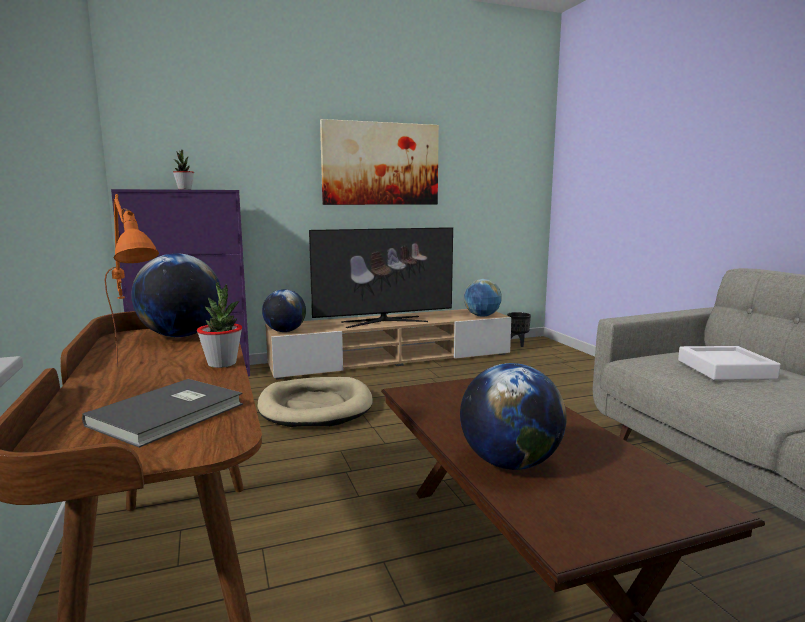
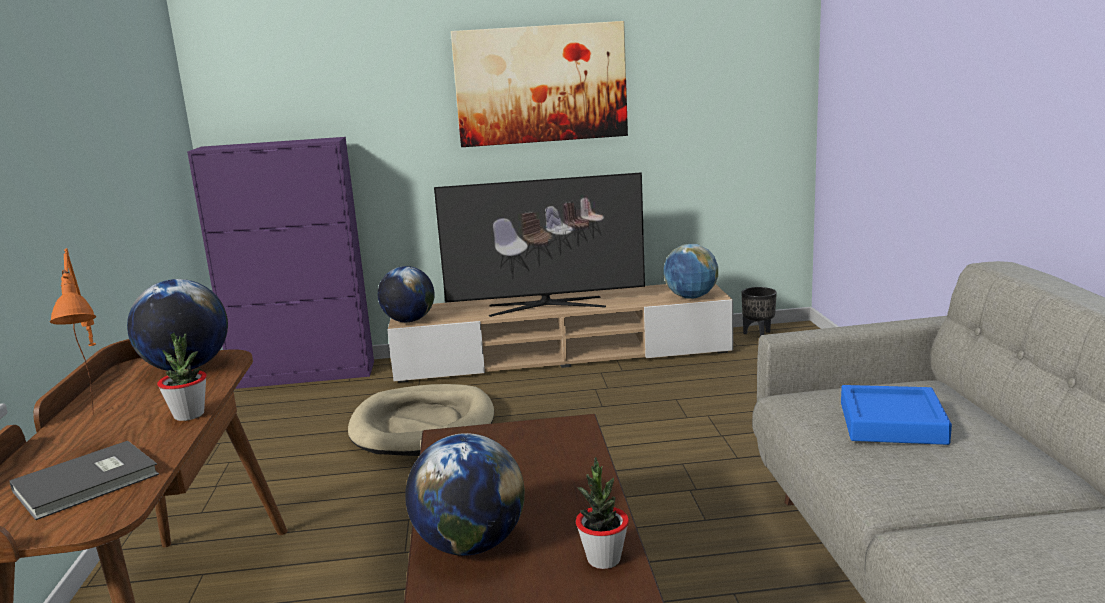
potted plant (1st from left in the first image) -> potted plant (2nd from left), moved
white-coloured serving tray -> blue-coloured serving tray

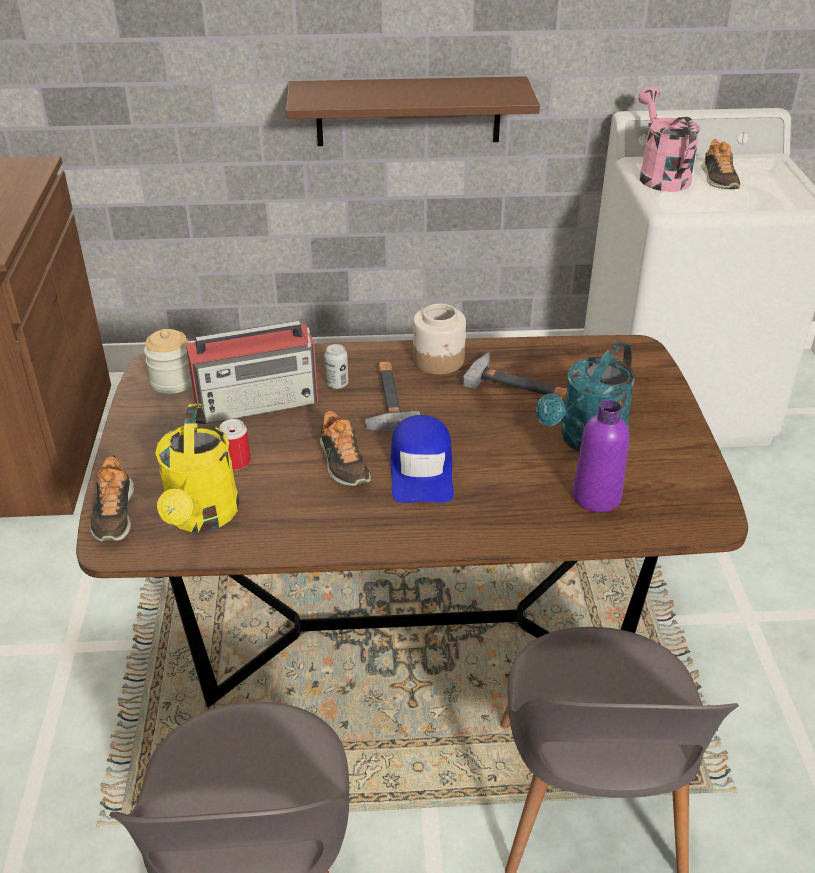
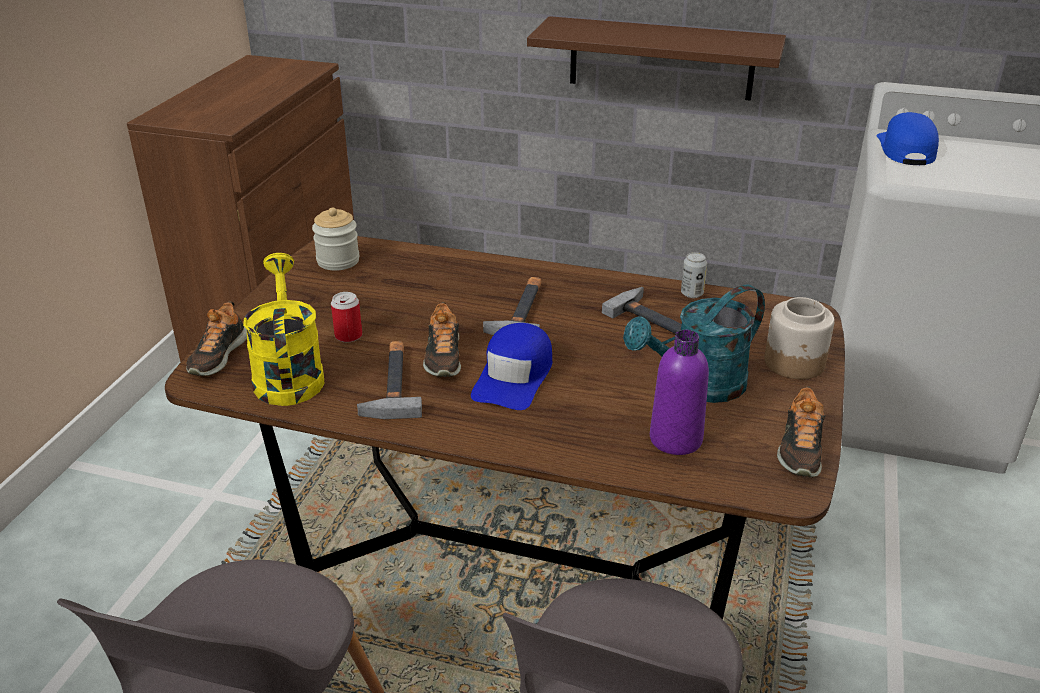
pinkish watering pot -> blue-coloured peaked cap (2nd from left)
item of footwear (3rd from left), moved
storage jar (2nd from left), moved
radio receiver -> none
sealed can (2nd from left), moved
yellow-coloured watering pot, 150 degrees clockwise
none -> hammer (1st from left)

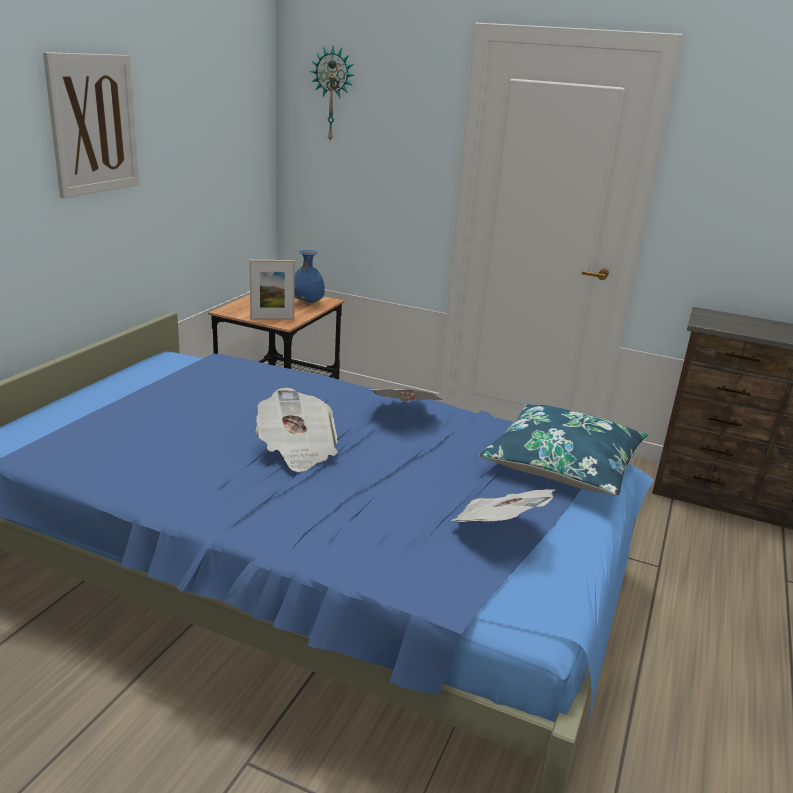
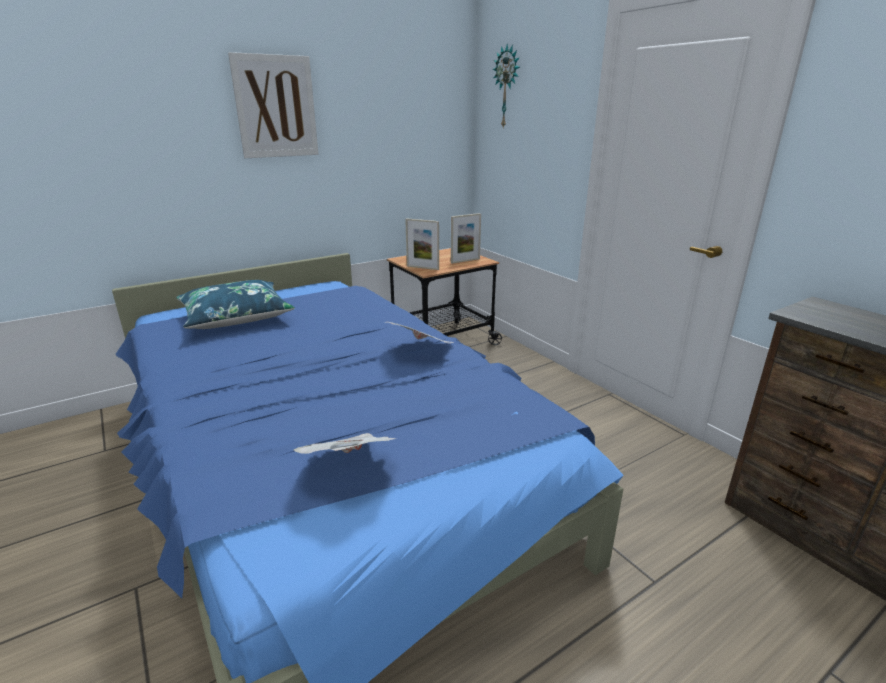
blue-coloured vase -> picture frame (2nd from left)
printed paper (1st from left) -> none
blue-coloured cushion, moved

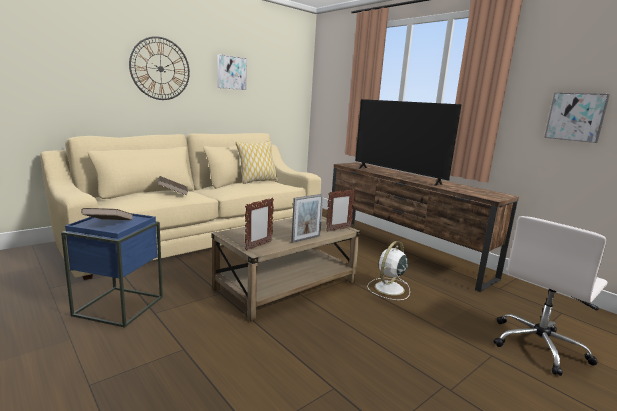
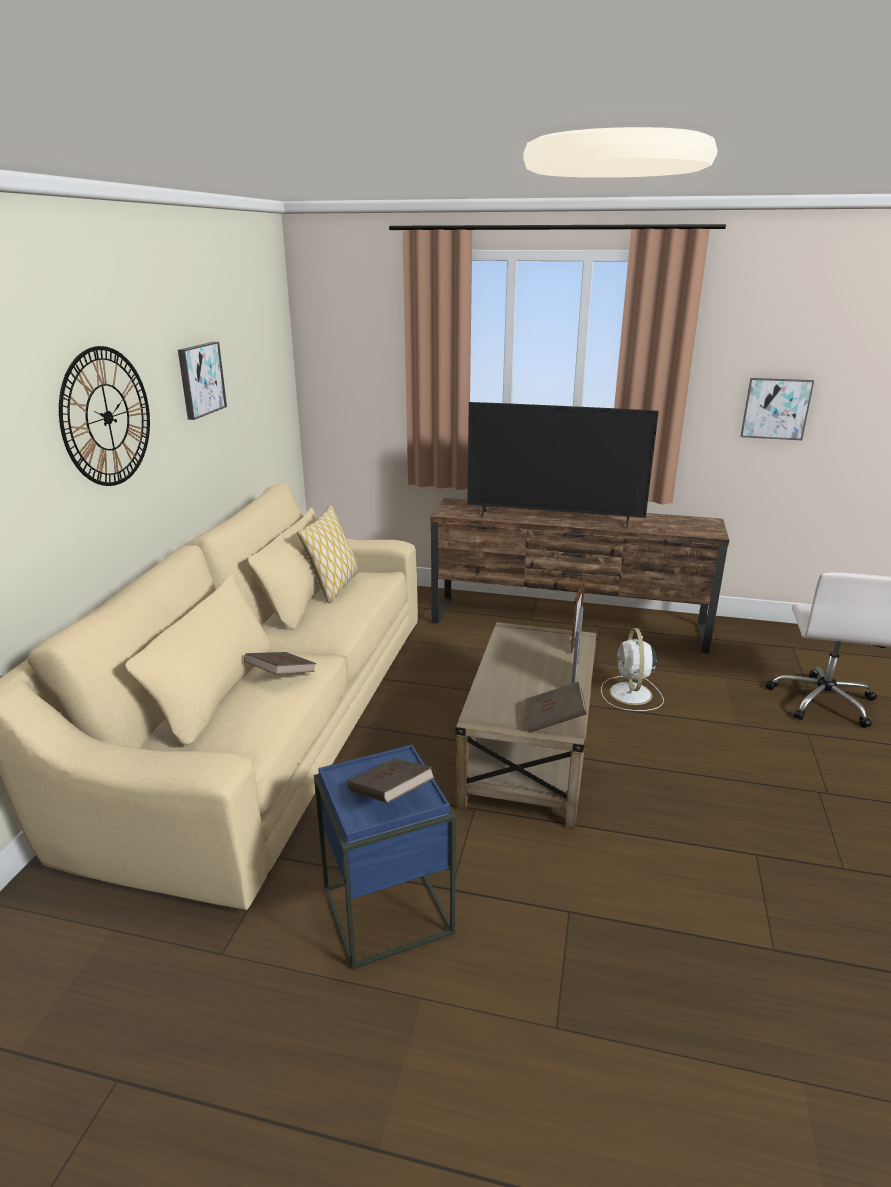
picture frame (1st from left) -> brown-coloured bound book (3rd from left)

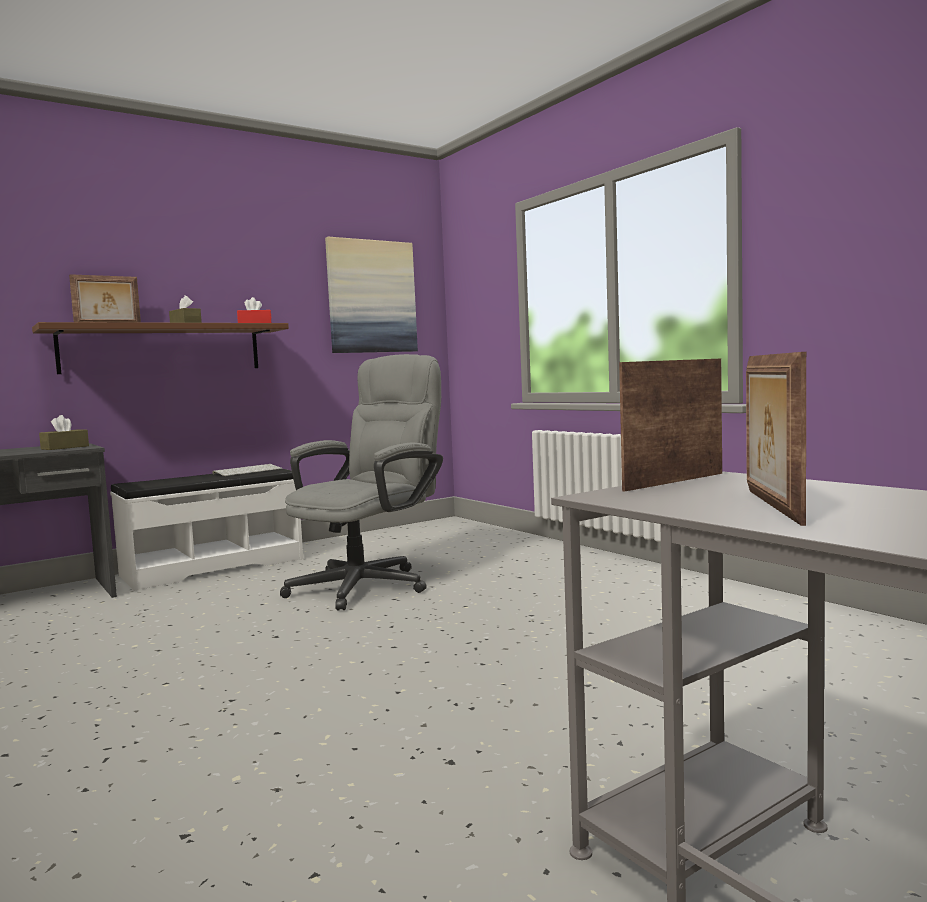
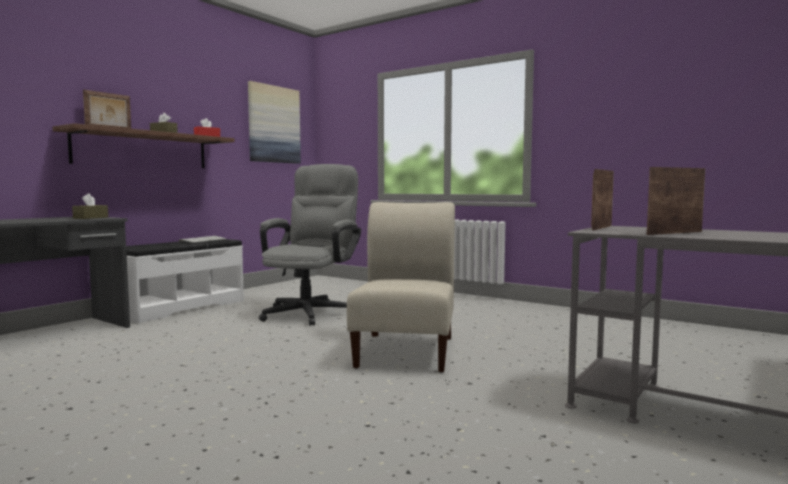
picture frame (3rd from left), 75 degrees clockwise
none -> beige-coloured chair

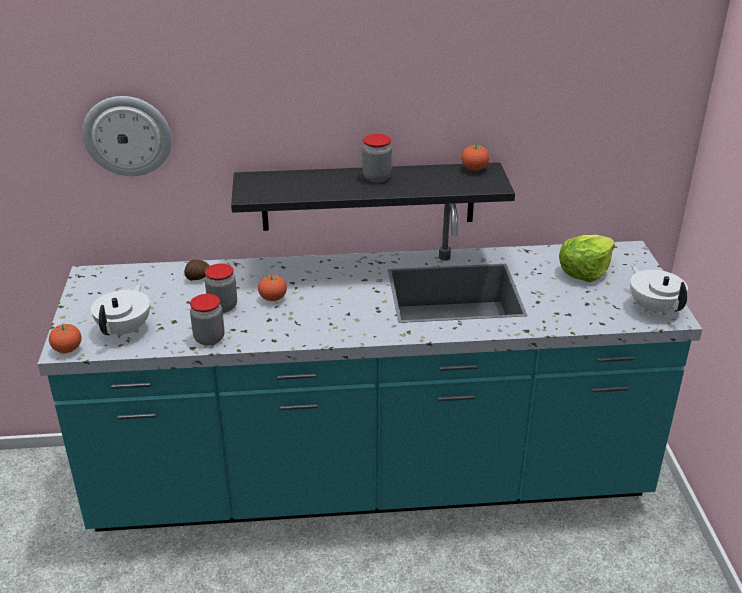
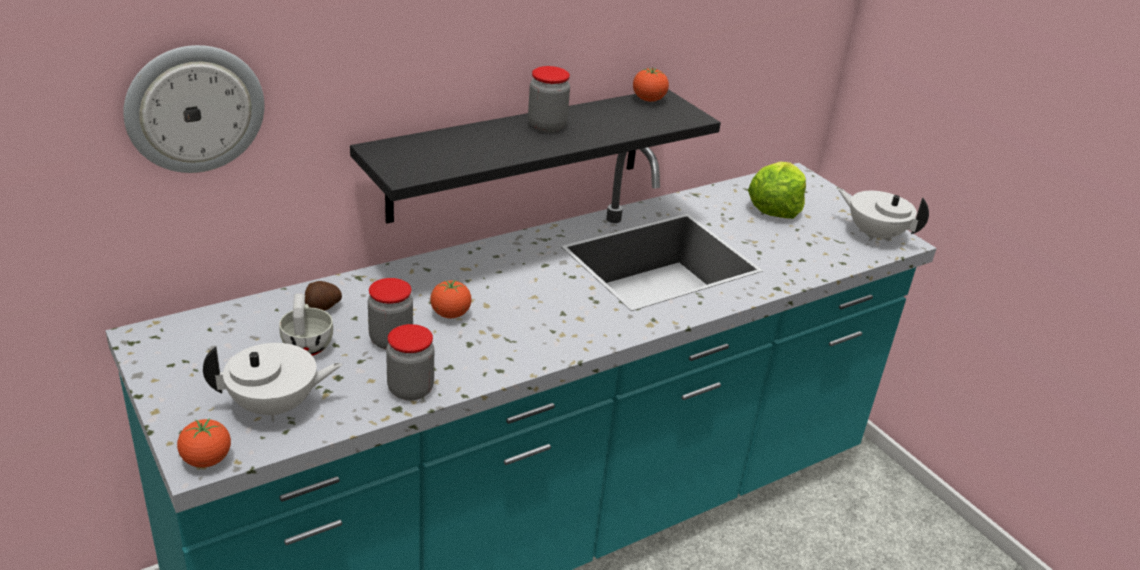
white-coloured pot for tea (1st from left), 90 degrees clockwise
none -> white-coloured small cup

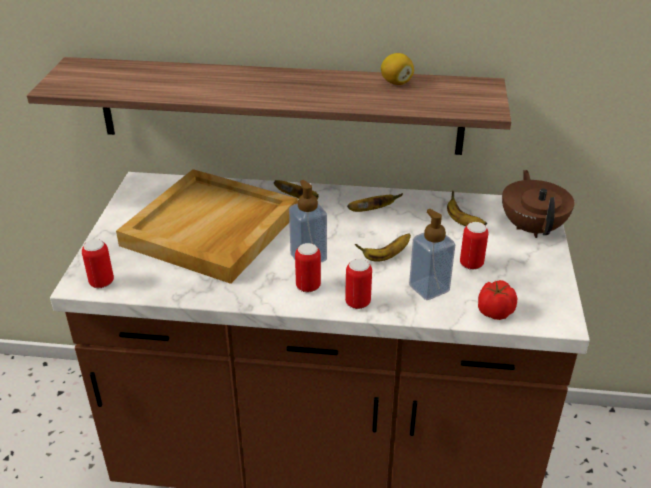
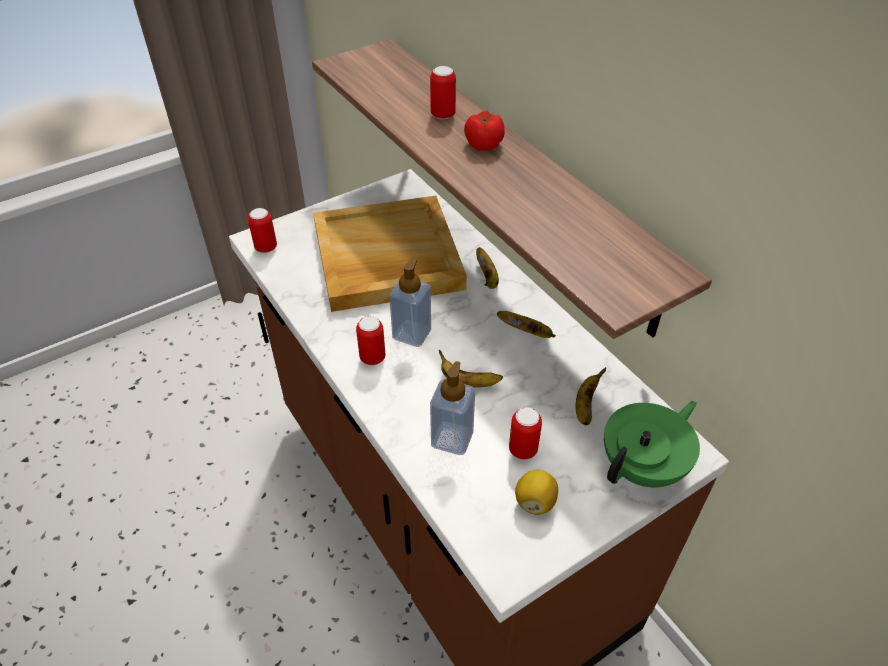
whole lemon, moved
brown-coloured pot for tea -> green-coloured pot for tea
sealed can (3rd from left), moved
tomato, moved

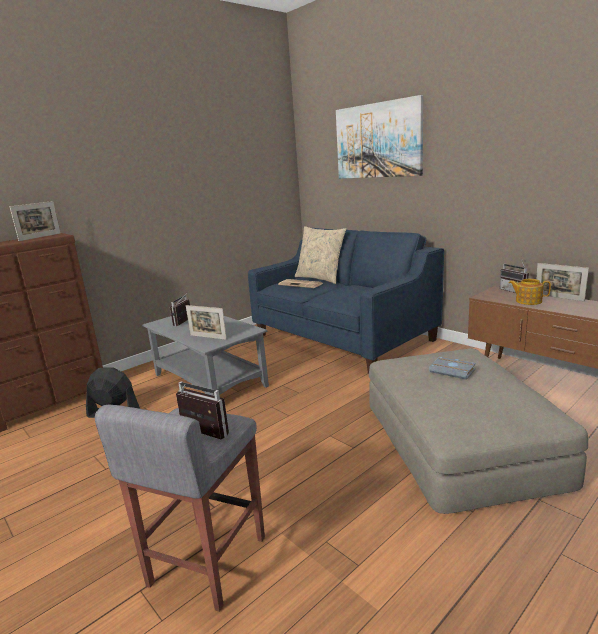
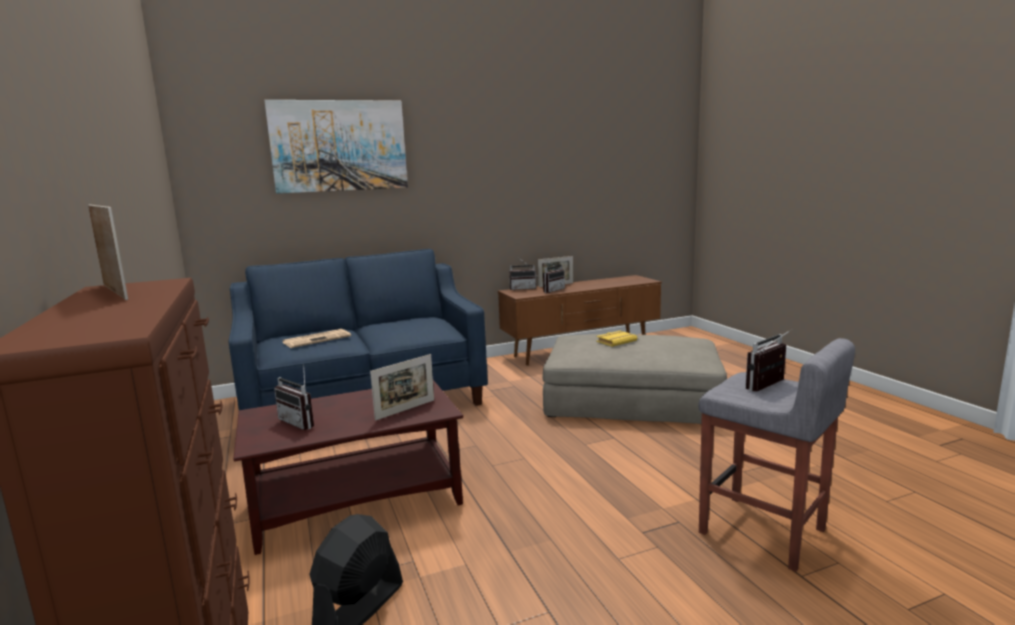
beige-coloured cushion -> none
pot for tea -> radio receiver (3rd from left)
greyish coffee table -> brown-coloured coffee table
greyish bound book -> yellow-coloured bound book

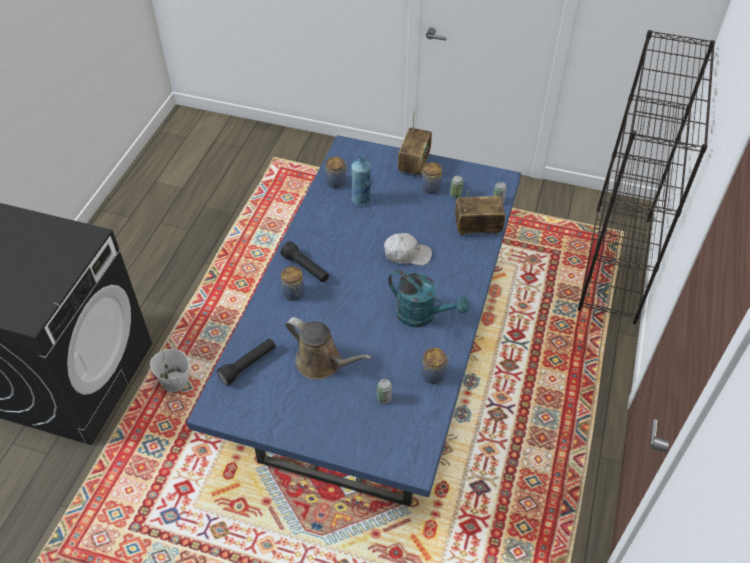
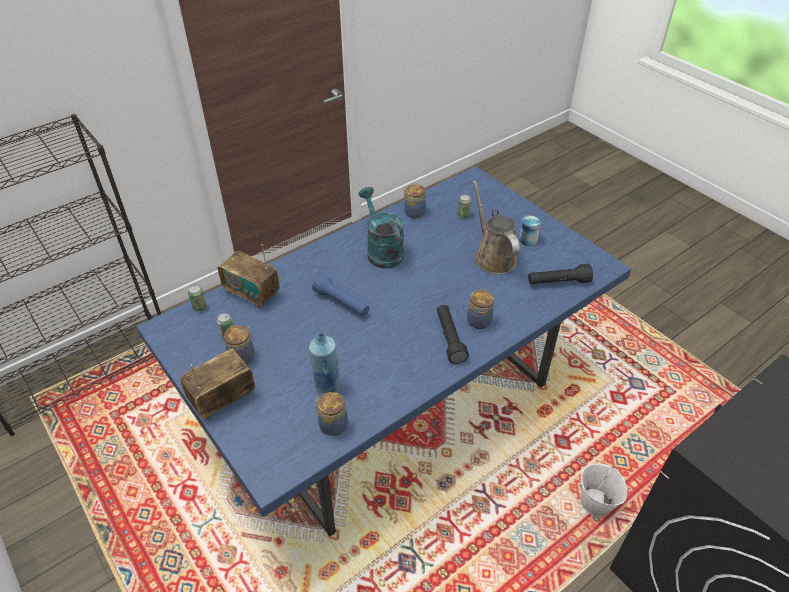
white-coloured peaked cap -> blue-coloured torch
none -> sealed can (4th from left)

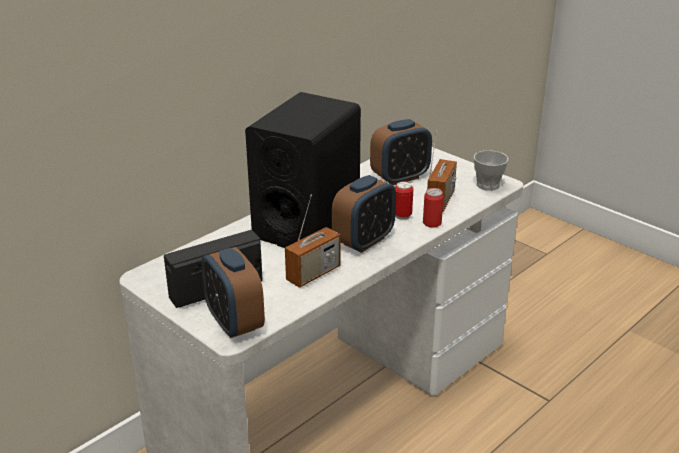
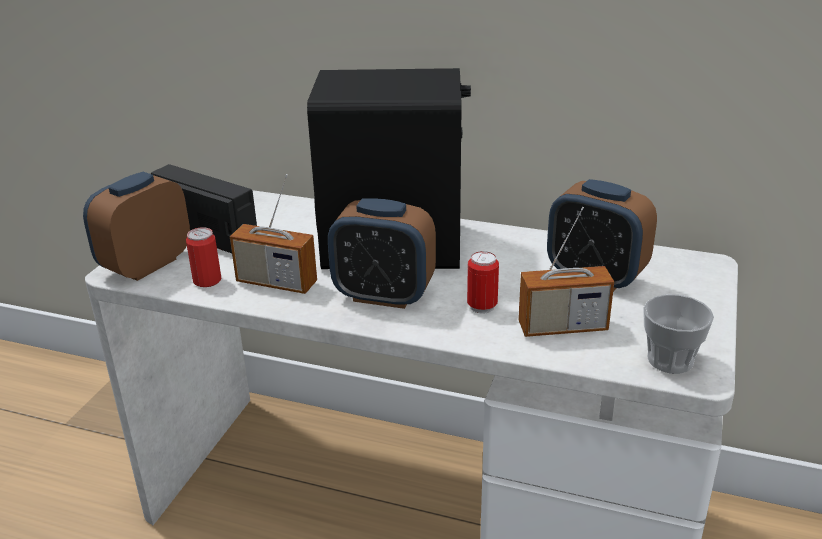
sealed can (2nd from left in the first image) -> sealed can (1st from left), moved

